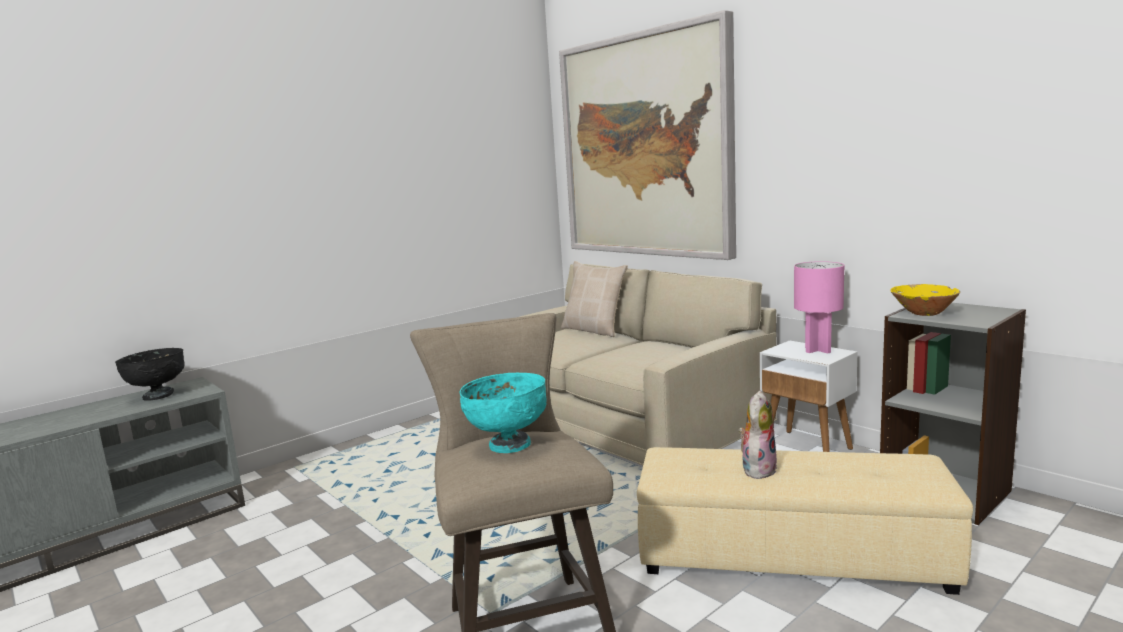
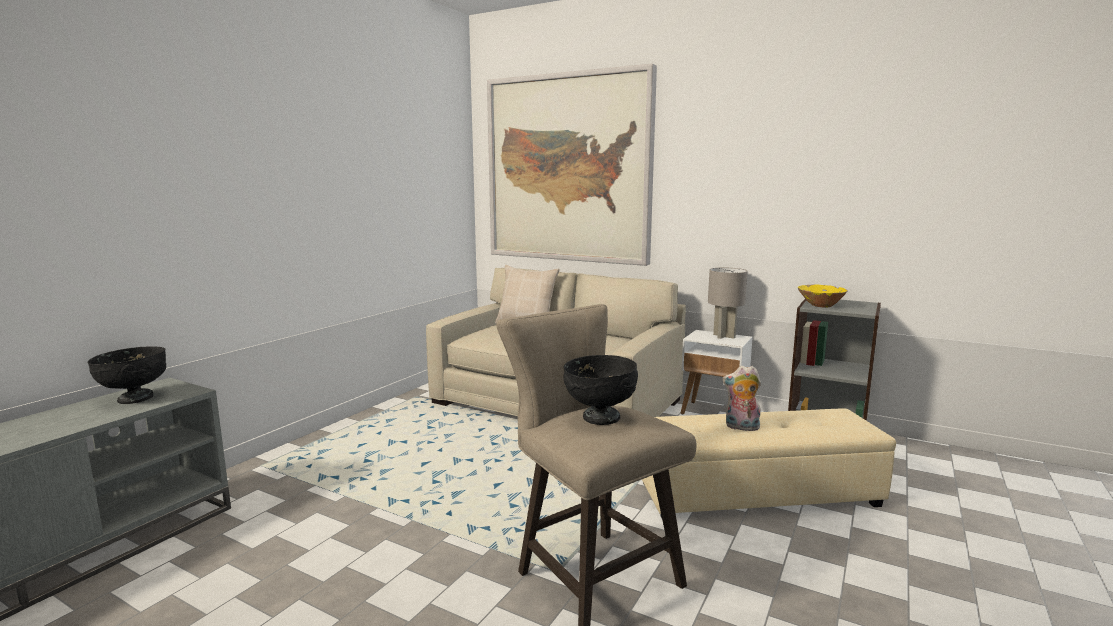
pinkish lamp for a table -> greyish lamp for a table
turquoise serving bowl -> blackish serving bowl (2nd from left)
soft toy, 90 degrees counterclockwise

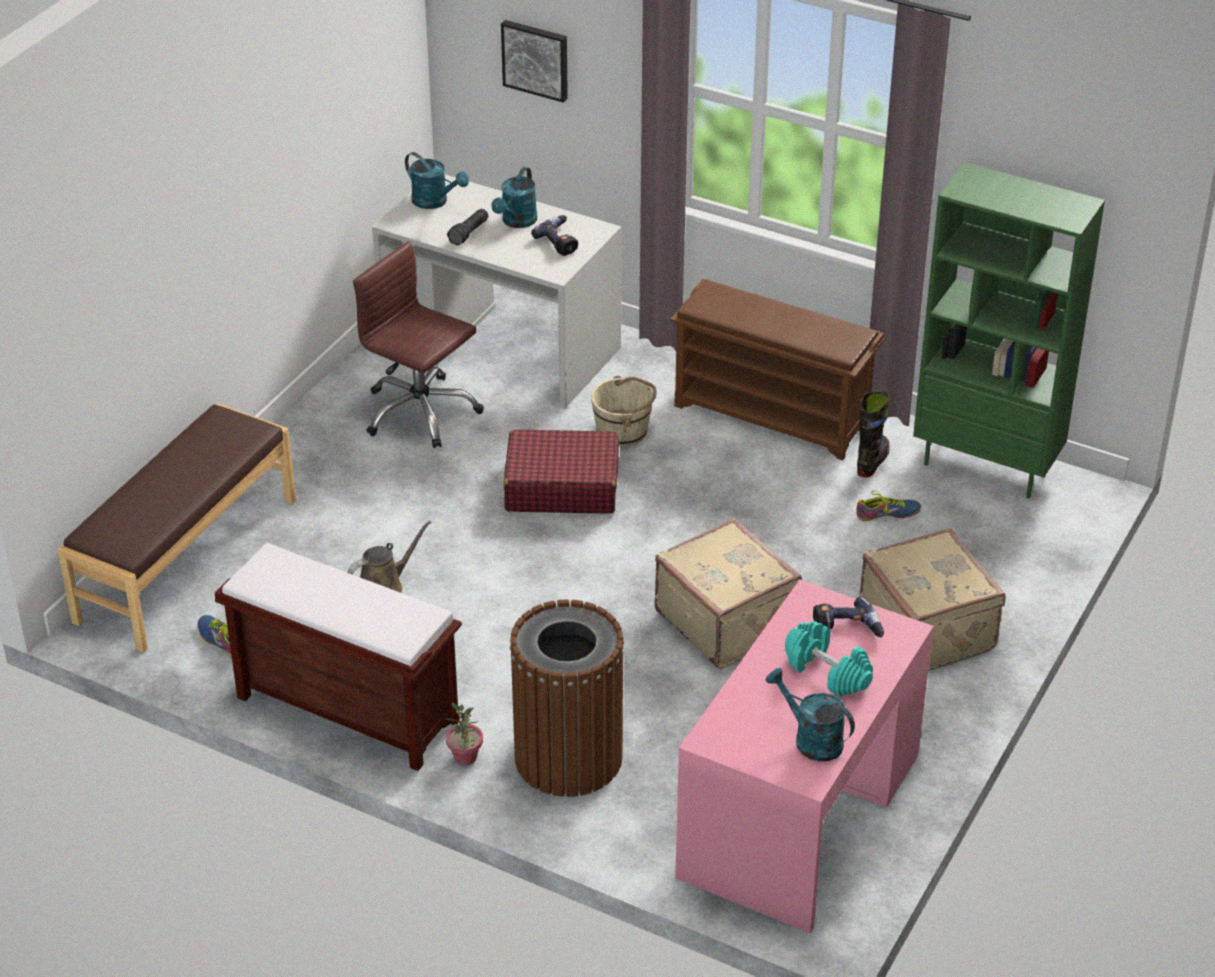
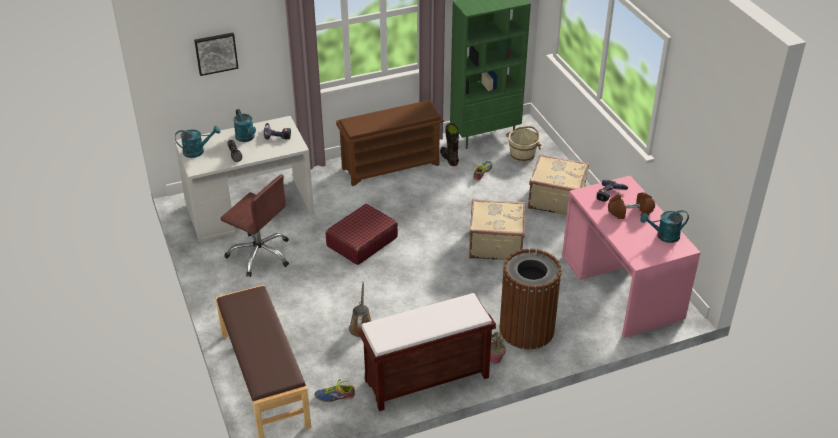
brown-coloured desk chair, 135 degrees counterclockwise
beige-coloured water bucket, moved
turquoise hand weight -> brown-coloured hand weight

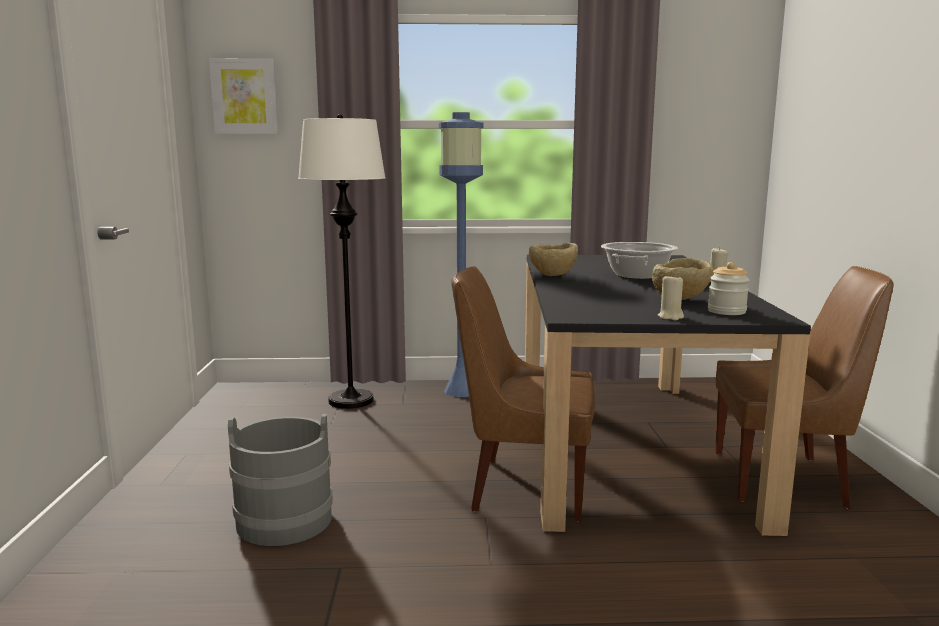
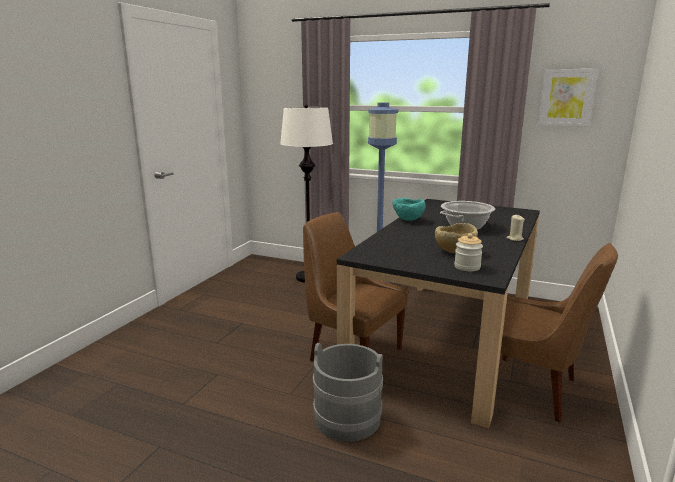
wall picture, moved
beige-coloured serving bowl (1st from left) -> turquoise serving bowl
beige-coloured wax candle (1st from left) -> none
greyish water bucket, moved

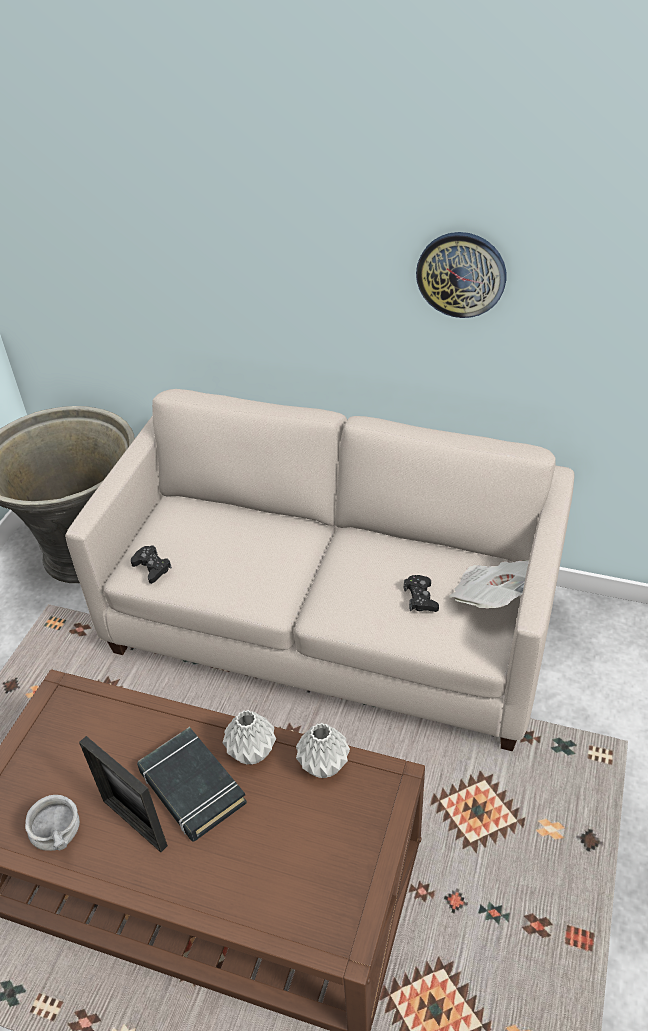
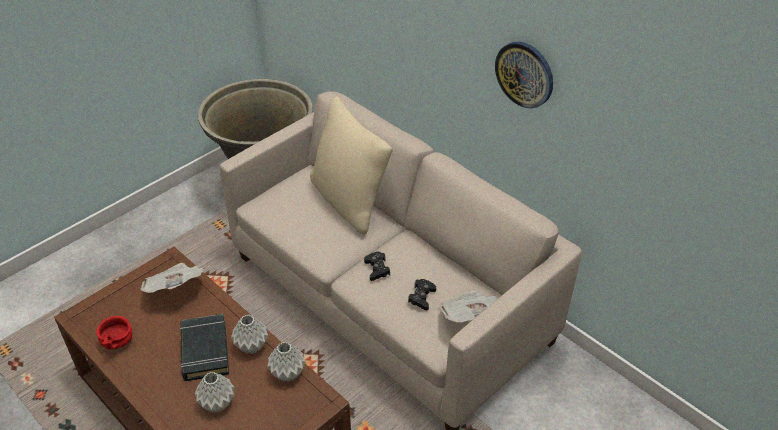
blackish joypad (1st from left), moved
picture frame -> none
greyish serving bowl -> red-coloured serving bowl
none -> beige-coloured cushion
none -> printed paper (1st from left)
none -> greyish vase (1st from left)

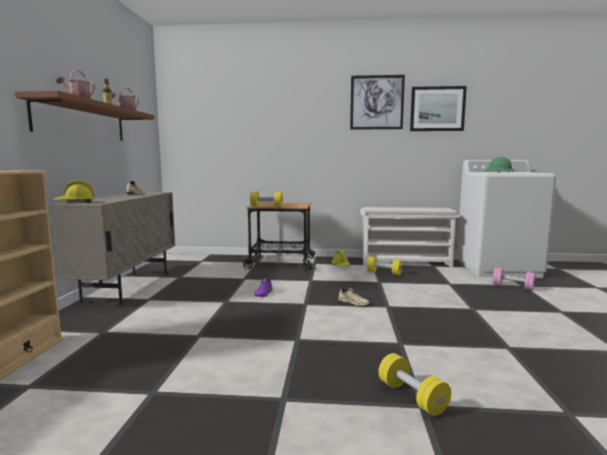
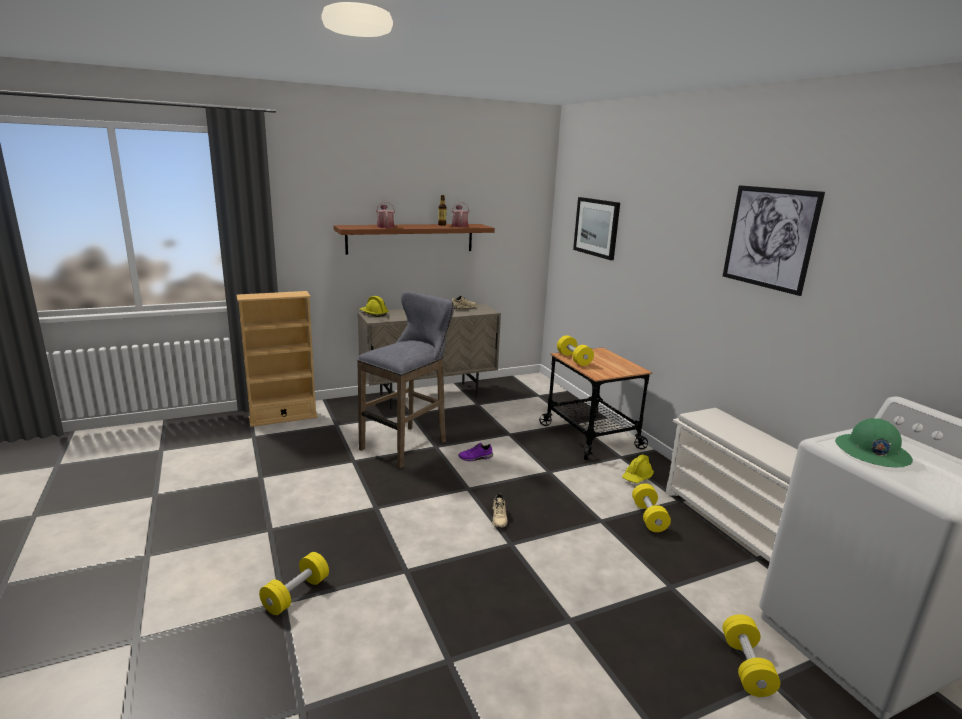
wall picture (2nd from left in the first image) -> wall picture (1st from left), moved
pinkish hand weight -> yellow-coloured hand weight (4th from left)
none -> greyish stool seat

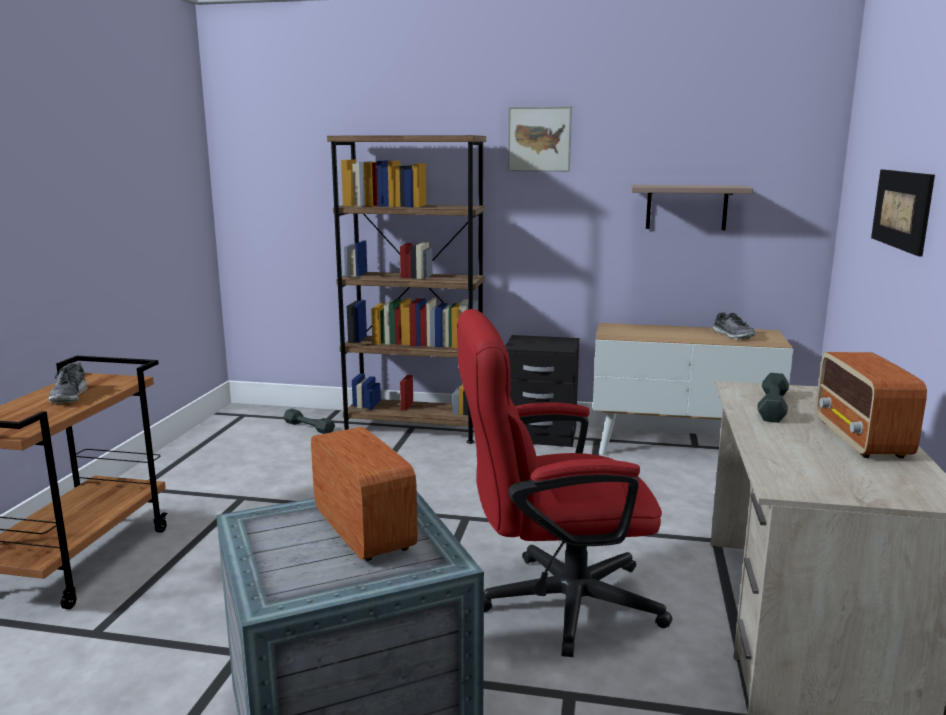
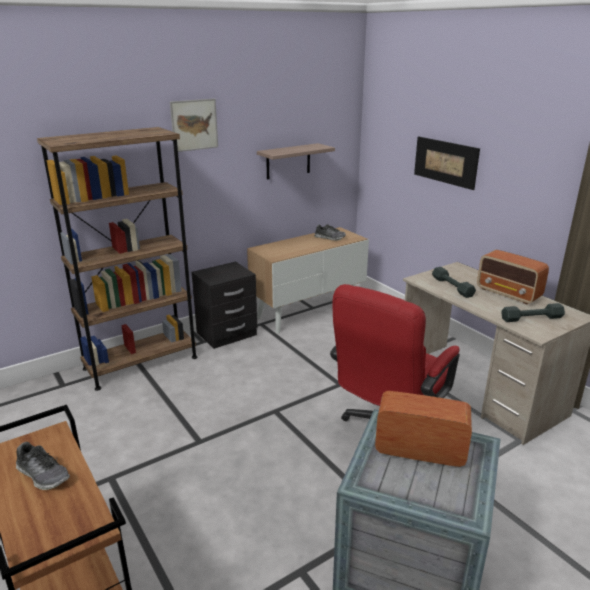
greyish hand weight (1st from left in the first image) -> greyish hand weight (2nd from left), moved

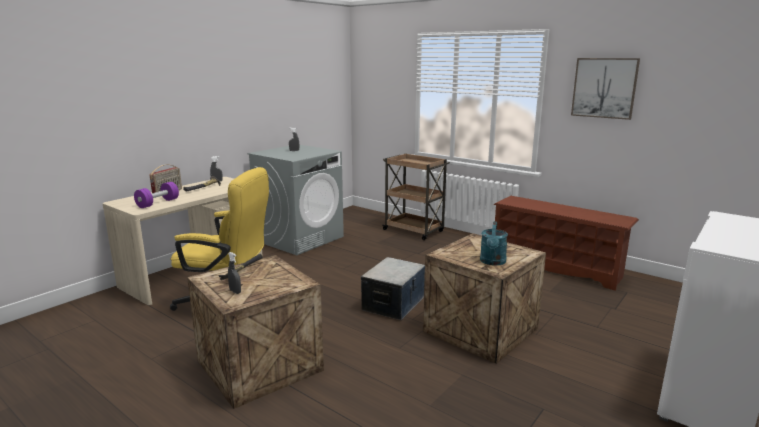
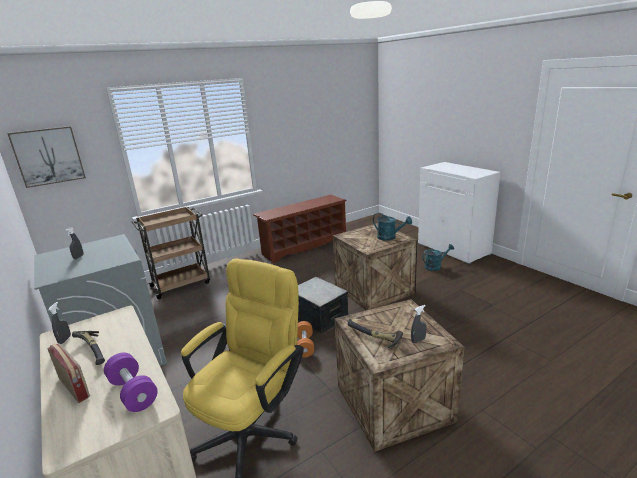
wall picture, moved
none -> turquoise watering pot (2nd from left)
none -> orange-coloured hand weight

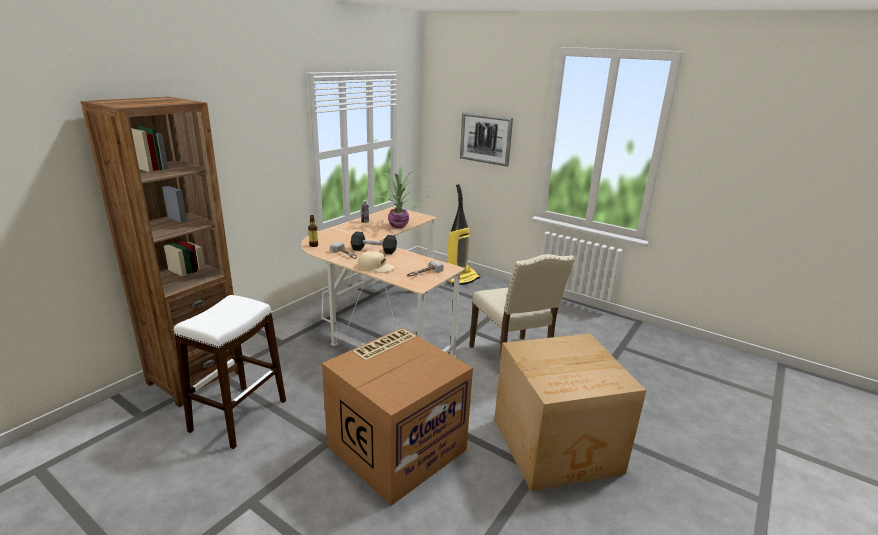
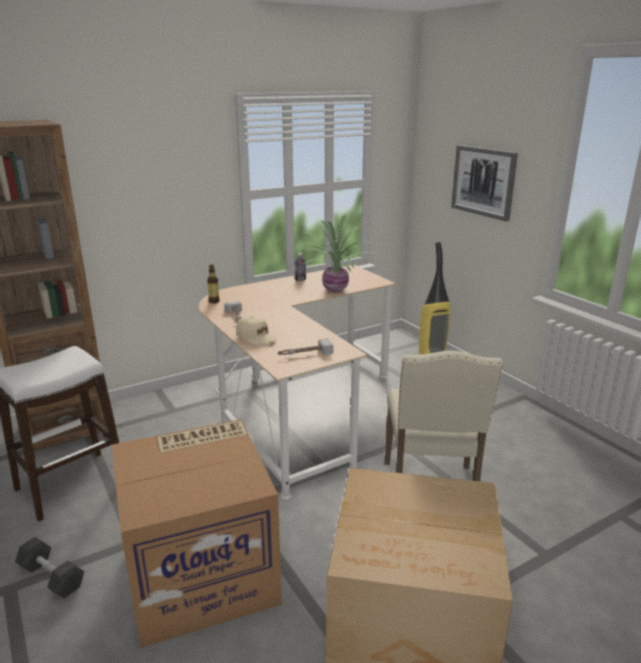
blackish hand weight, moved

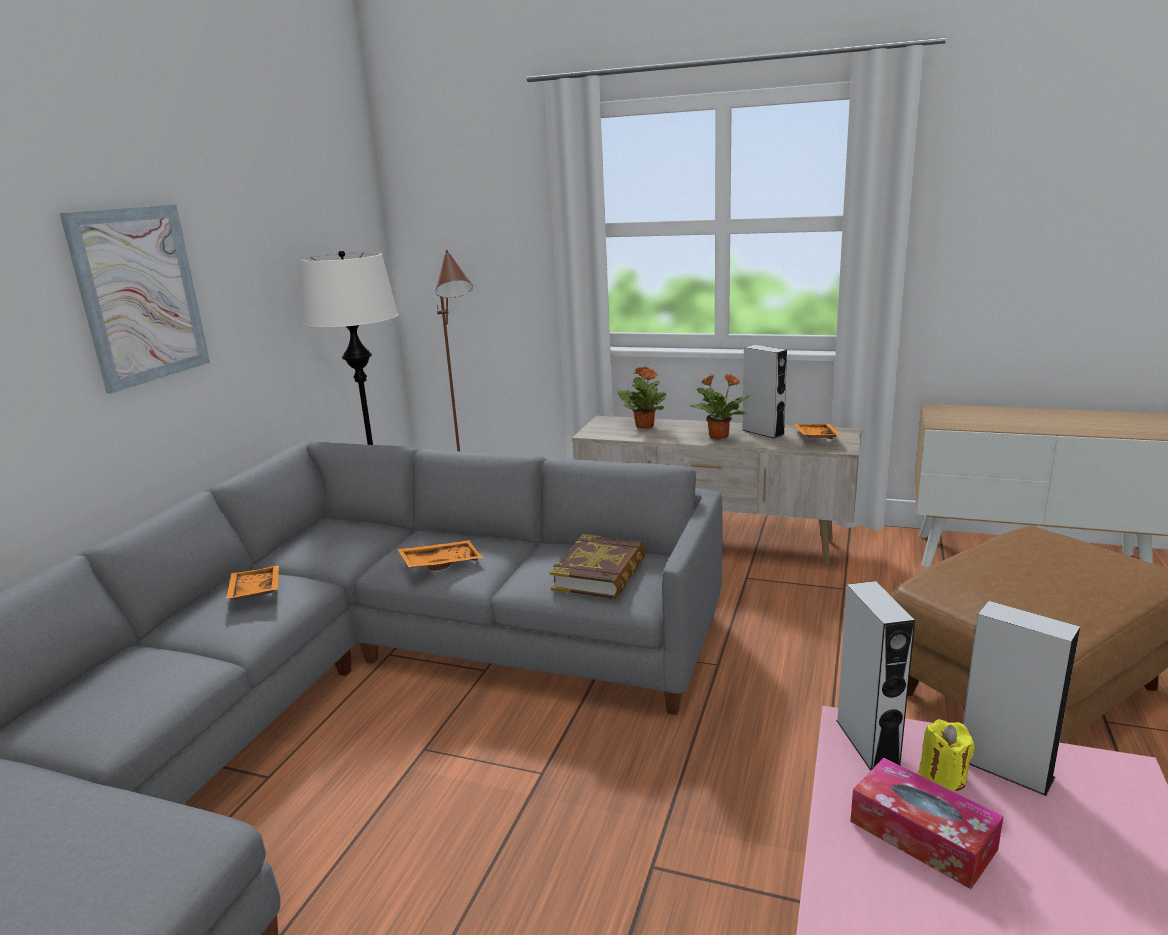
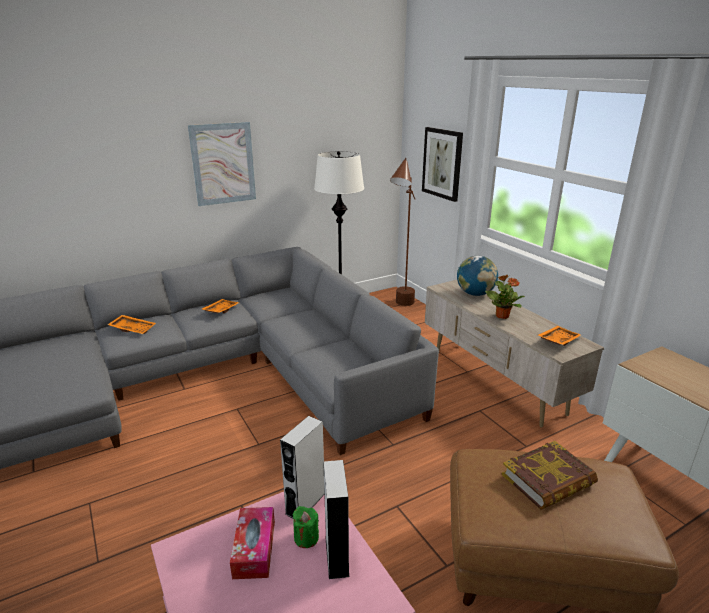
greyish speaker (1st from left) -> none
potted plant (1st from left) -> world globe
bound book, moved
orange-coloured serving tray (2nd from left in the first image) -> orange-coloured serving tray (1st from left), moved
yellow-coloured wax candle -> green-coloured wax candle
none -> wall picture (2nd from left)

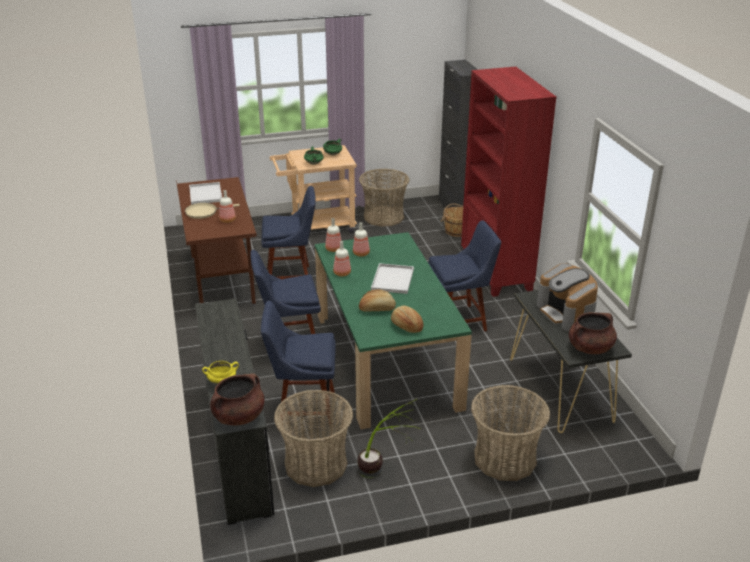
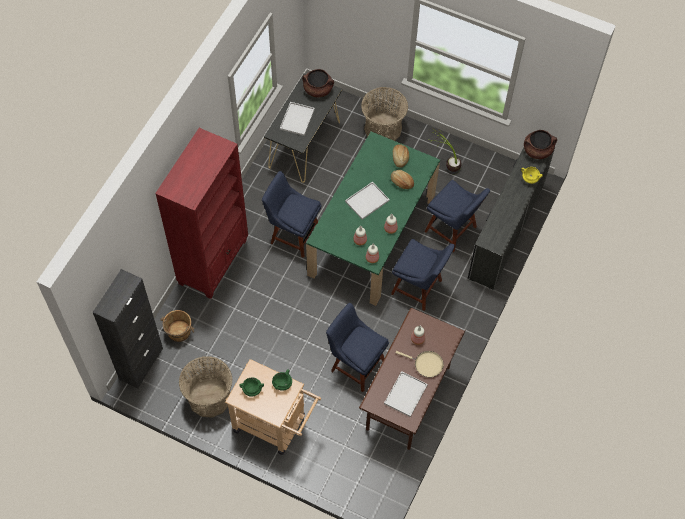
coffee brewer -> white-coloured serving tray (1st from left)
household basket (1st from left) -> none

